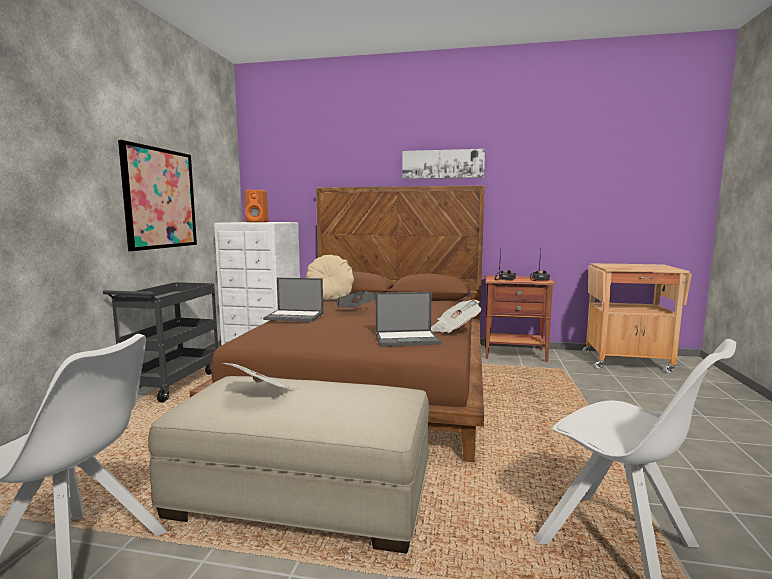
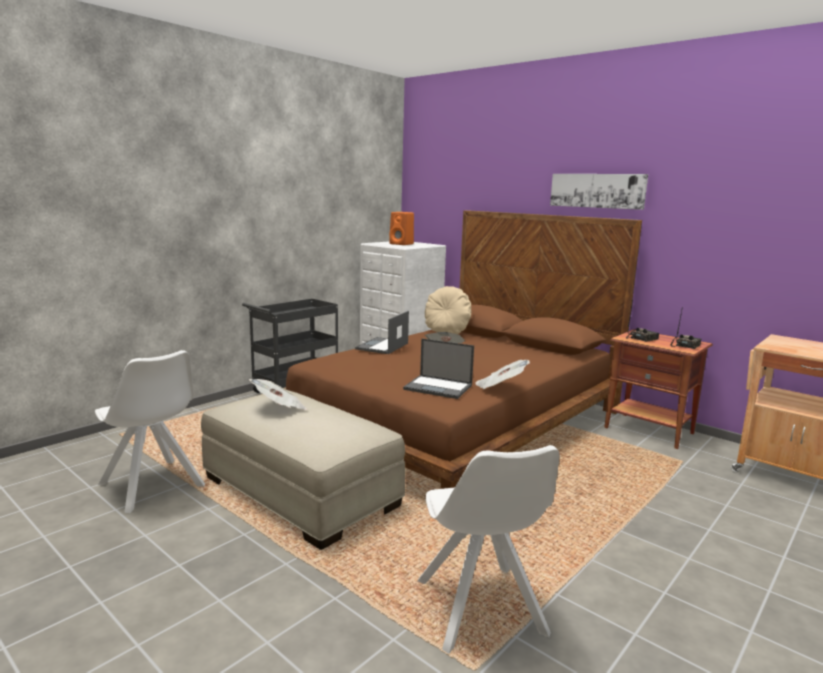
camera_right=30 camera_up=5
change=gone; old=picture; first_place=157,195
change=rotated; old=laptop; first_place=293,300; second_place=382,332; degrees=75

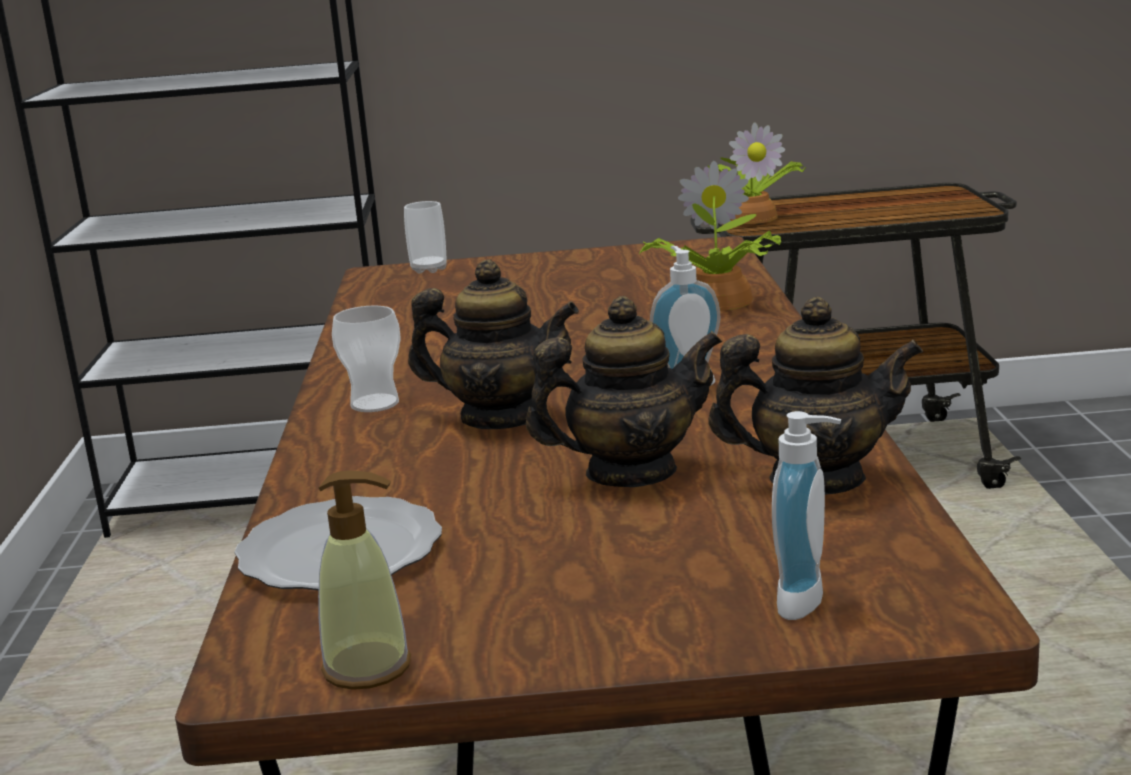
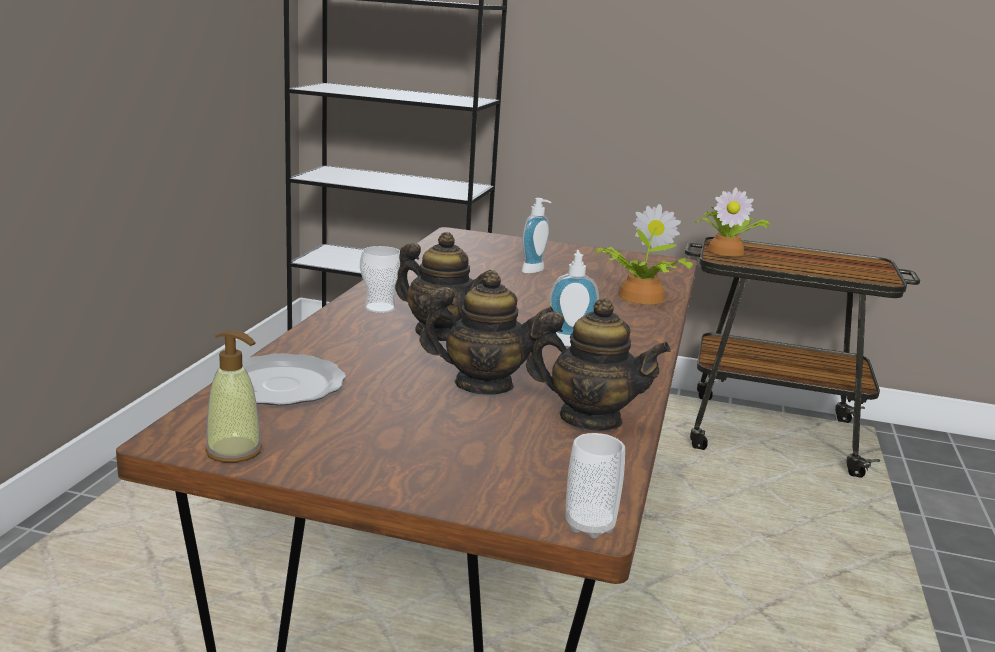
camera_right=15 camera_up=0
change=shifted; old=cup; first_place=425,237; second_place=595,485
change=shifted; old=soap dispenser; first_place=806,515; second_place=536,236

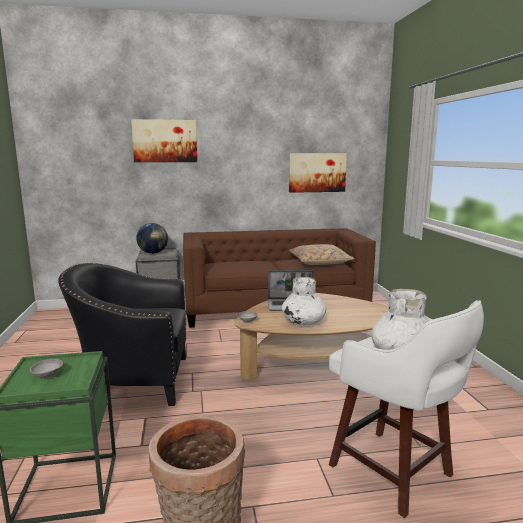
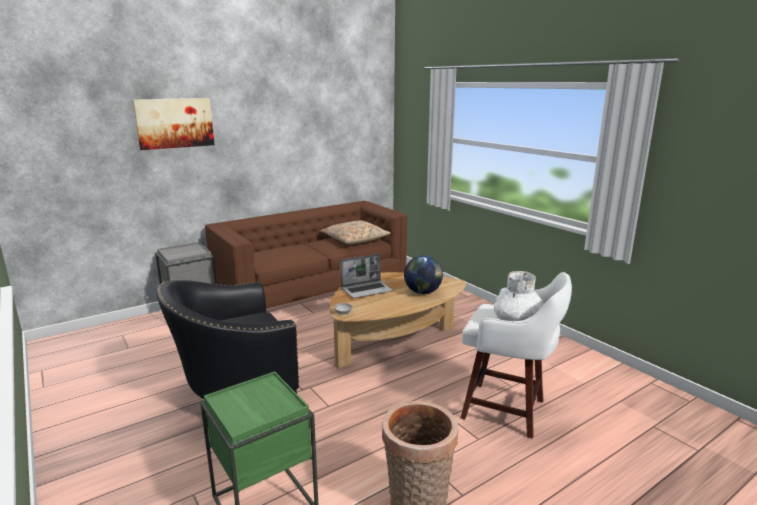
camera_right=-25 camera_up=5
change=gone; old=grey bowl; first_place=46,368
change=shifted; old=globe; first_place=152,238; second_place=423,274
change=gone; old=white vase; first_place=304,301
change=gone; old=picture; first_place=318,173

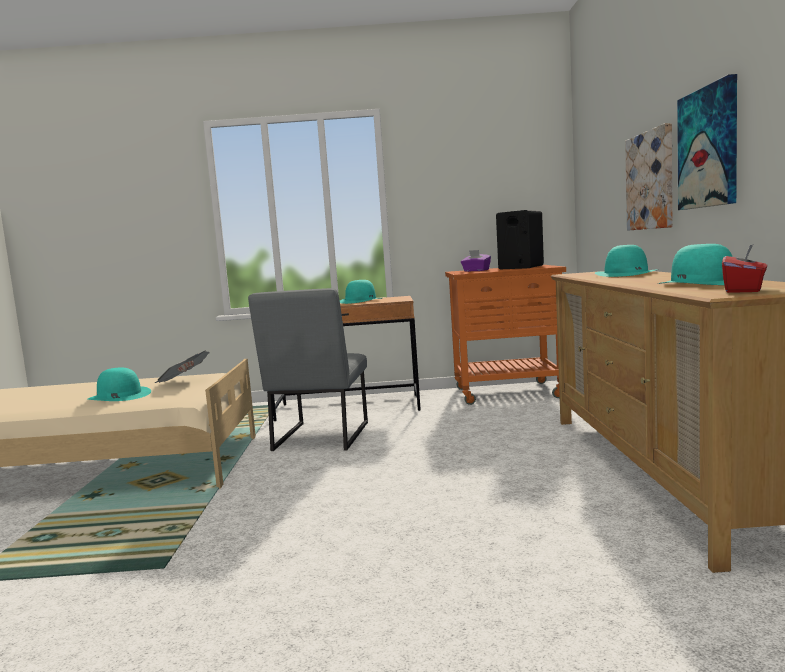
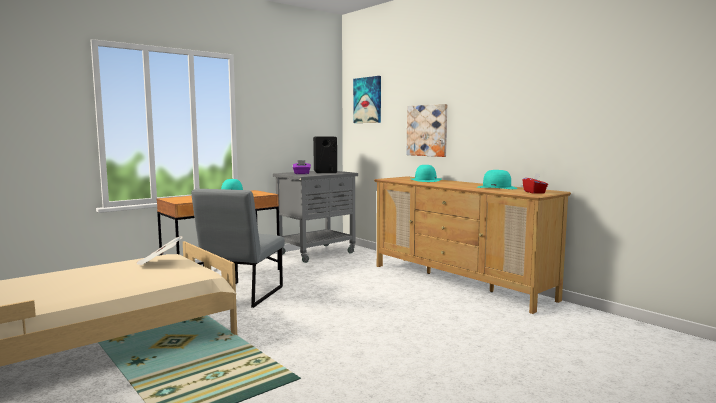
camera_right=-40 camera_up=0
change=gone; old=turquoise hat; first_place=119,384
change=rotated; old=grey chair; first_place=308,369; second_place=238,248; degrees=45
change=repainted; old=orange cart; new=grey cart; first_place=505,335; second_place=315,217
change=shifted; old=picture; first_place=707,142; second_place=367,99

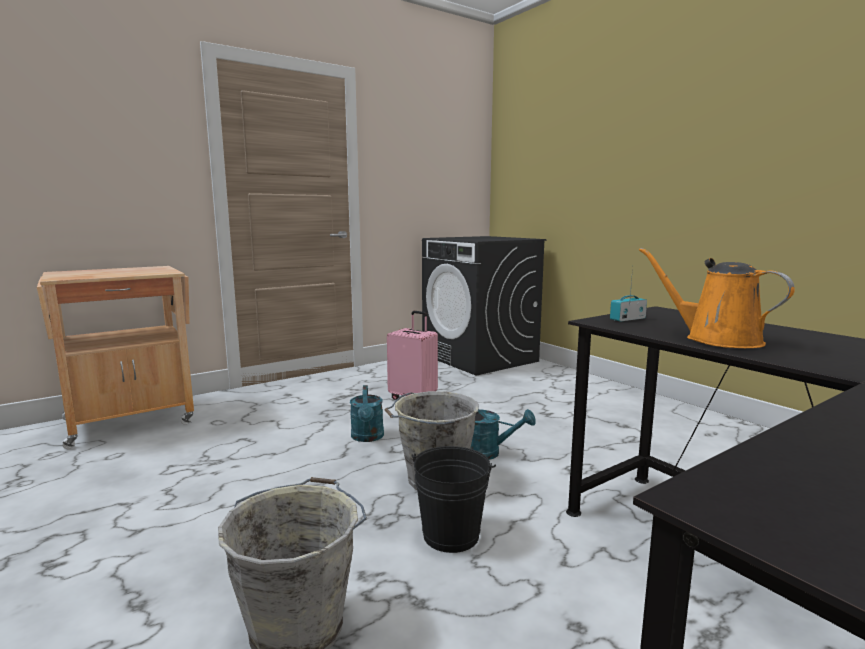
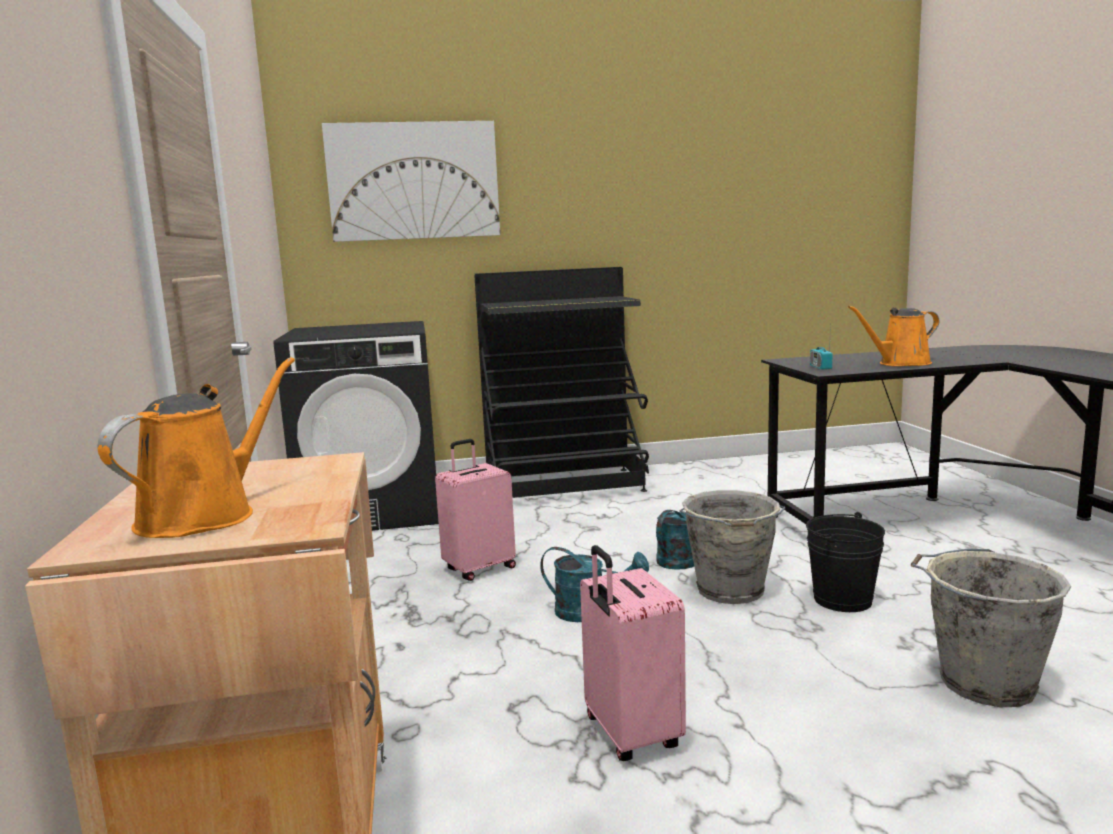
camera_right=-65 camera_up=0
change=new; new=orange watering can; second_place=196,447
change=new; new=picture; second_place=411,181
change=new; new=black shoe rack; second_place=561,382
change=new; new=pink suitcase; second_place=633,653

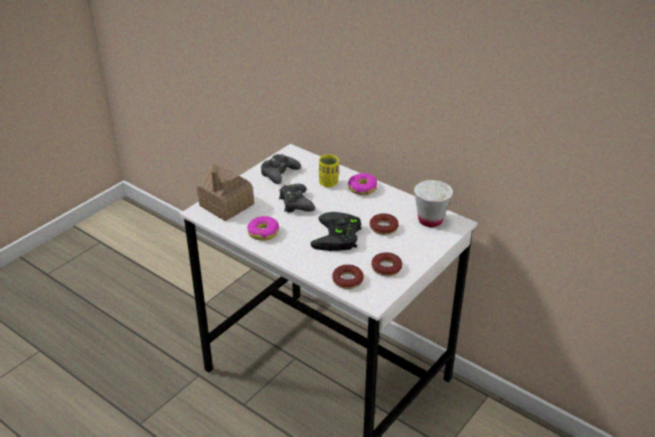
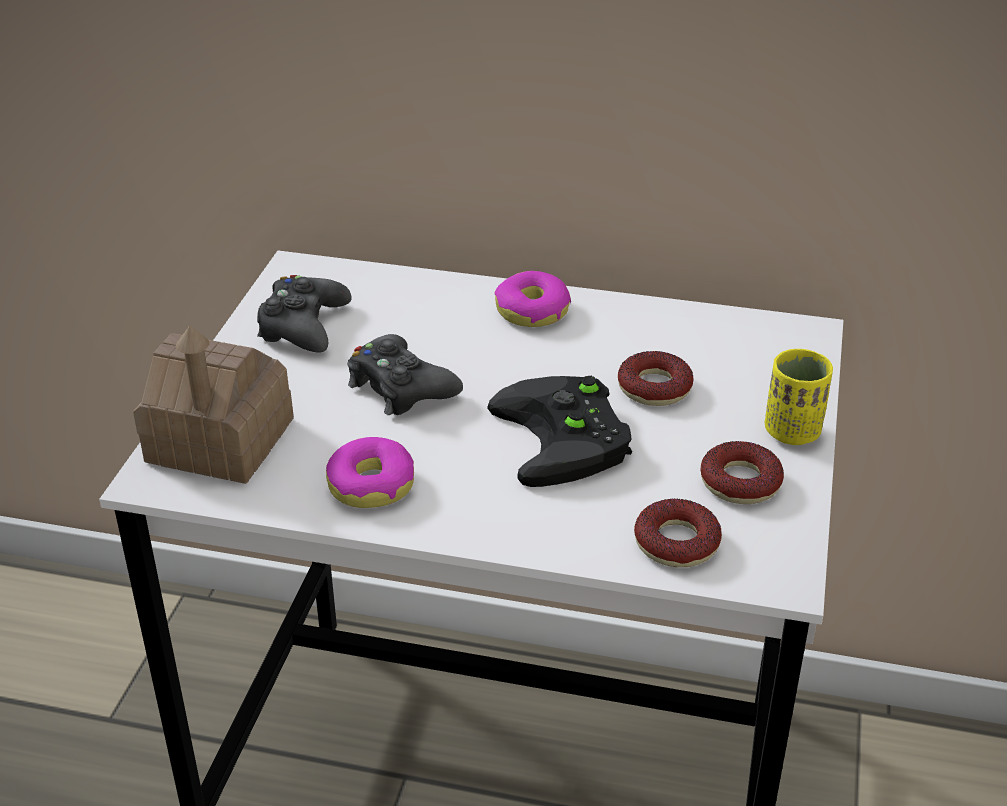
camera_right=-25 camera_up=0
change=shifted; old=yellow cup; first_place=329,171; second_place=799,397
change=gone; old=white cup; first_place=433,203

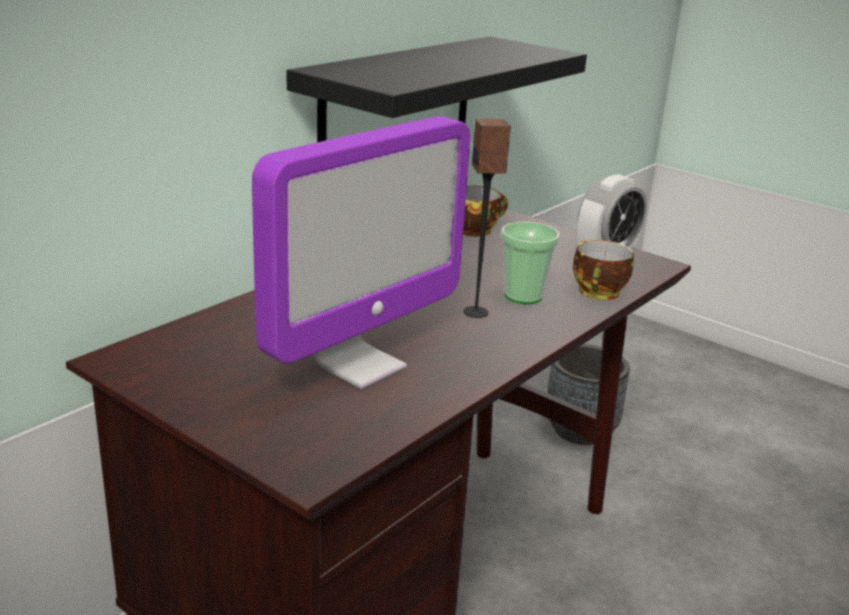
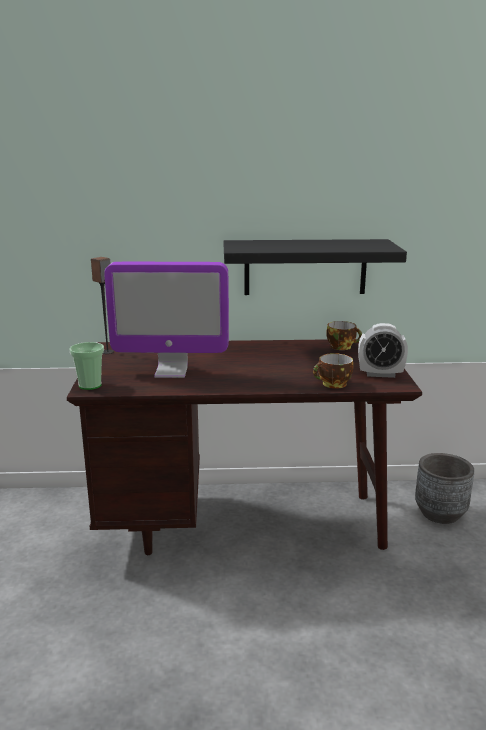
camera_right=50 camera_up=-5
change=shifted; old=speaker; first_place=487,218; second_place=102,305
change=shifted; old=cup; first_place=530,263; second_place=86,366

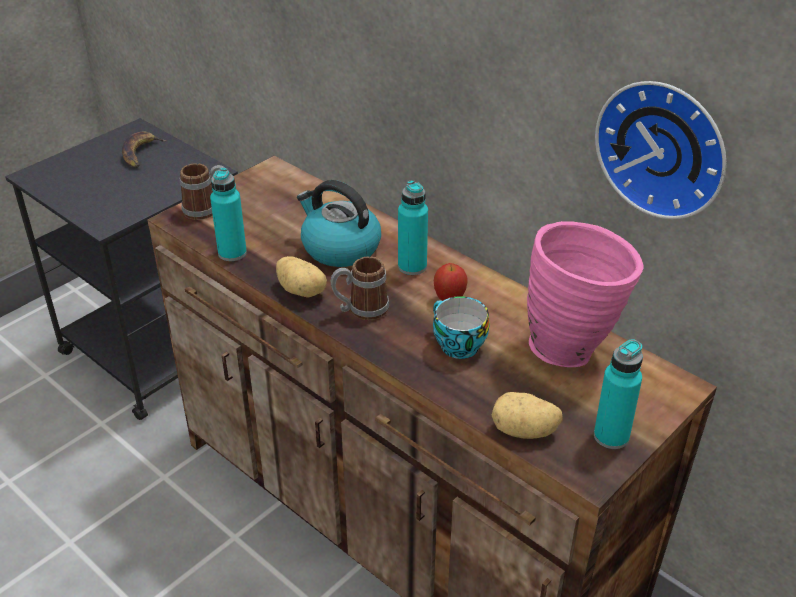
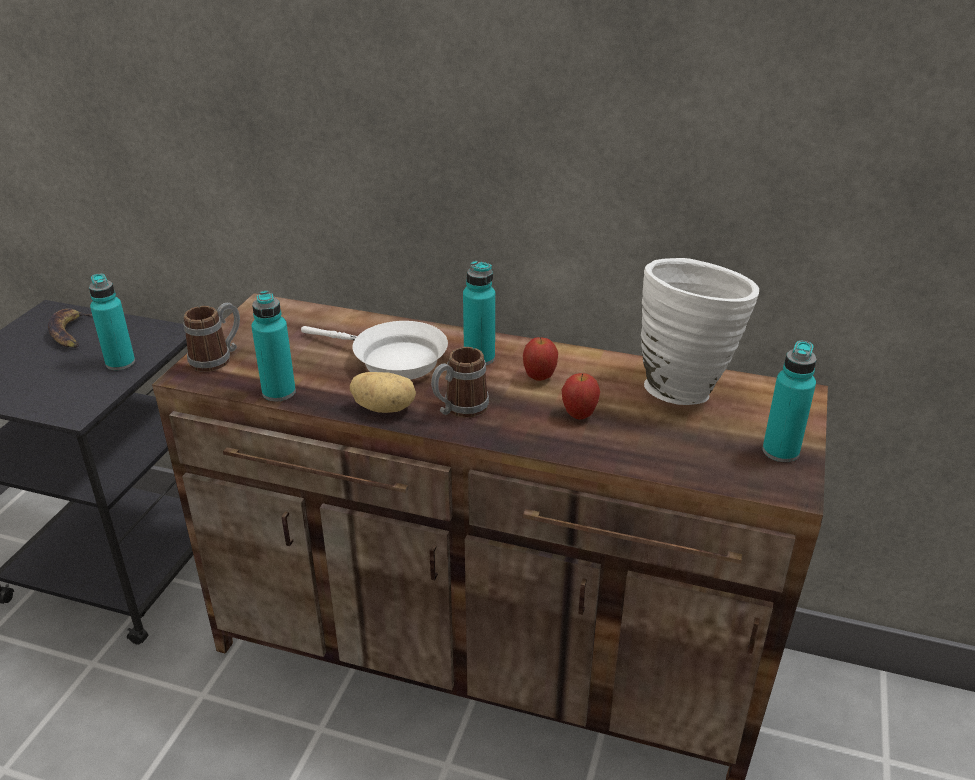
camera_right=-25 camera_up=-5
change=swapped; old=kettle; new=white frying pan; first_place=339,223; second_place=374,350
change=swapped; old=cup; new=apple; first_place=461,327; second_place=580,396
change=gone; old=potato; first_place=526,415
change=repainted; old=pink vase; new=white vase; first_place=585,294; second_place=700,331
change=gone; old=wall clock; first_place=660,150
change=new; new=turquoise bottle; second_place=112,321

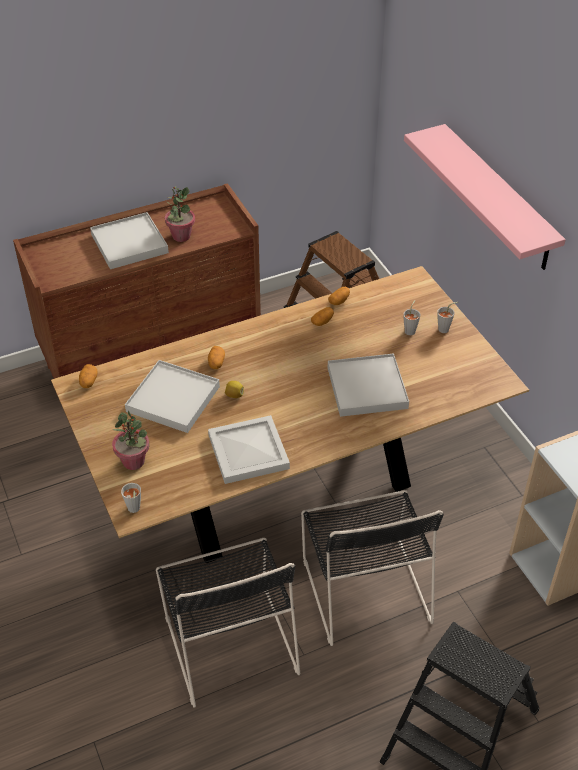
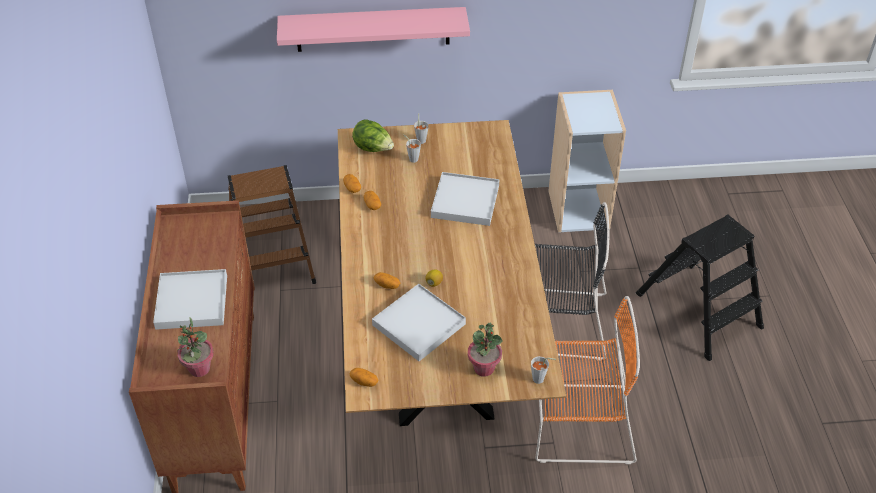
camera_right=-70 camera_up=0
change=repainted; old=black chair; new=orange chair; first_place=228,623; second_place=587,380
change=shifted; old=potted plant; first_place=180,214; second_place=195,347
change=gone; old=white tray; first_place=249,449
change=new; new=lettuce; second_place=373,135

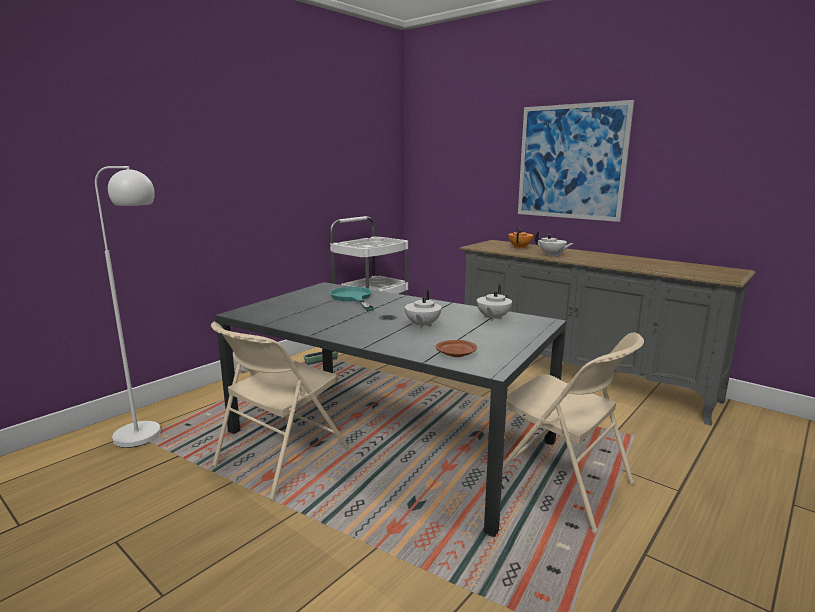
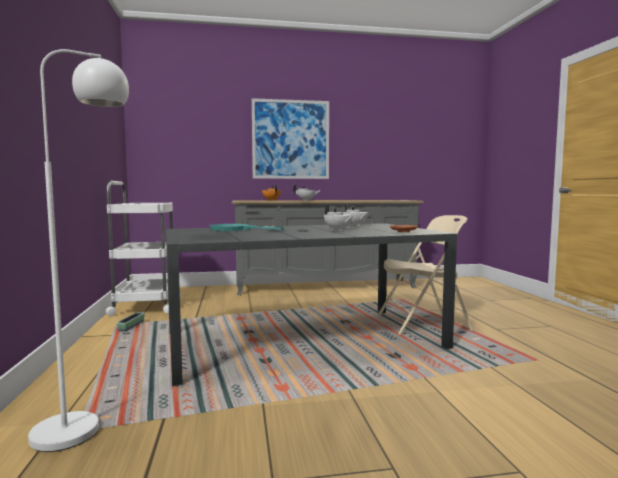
camera_right=-50 camera_up=-10
change=gone; old=beige chair; first_place=281,411

